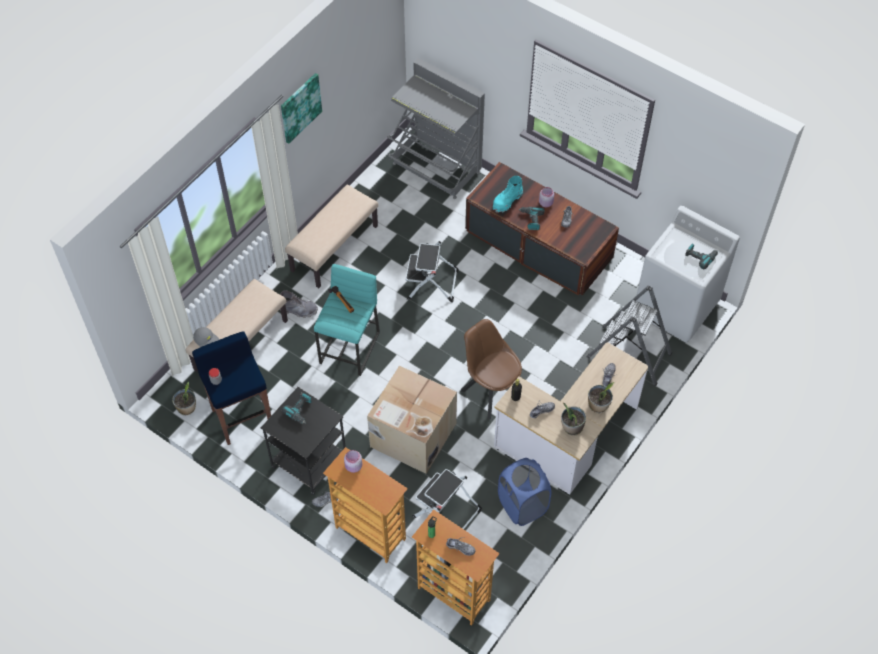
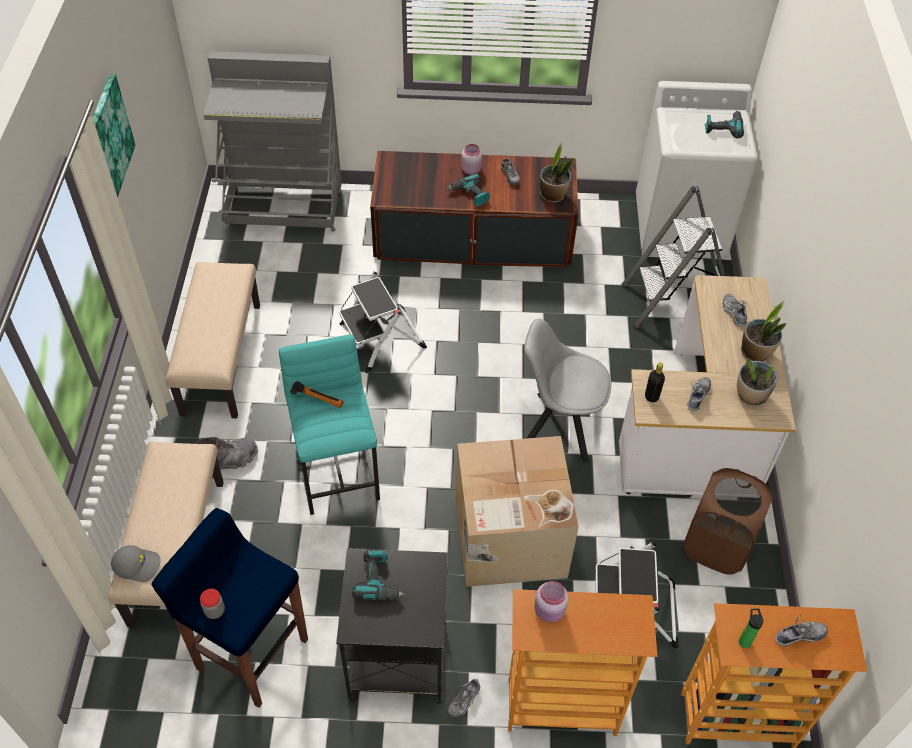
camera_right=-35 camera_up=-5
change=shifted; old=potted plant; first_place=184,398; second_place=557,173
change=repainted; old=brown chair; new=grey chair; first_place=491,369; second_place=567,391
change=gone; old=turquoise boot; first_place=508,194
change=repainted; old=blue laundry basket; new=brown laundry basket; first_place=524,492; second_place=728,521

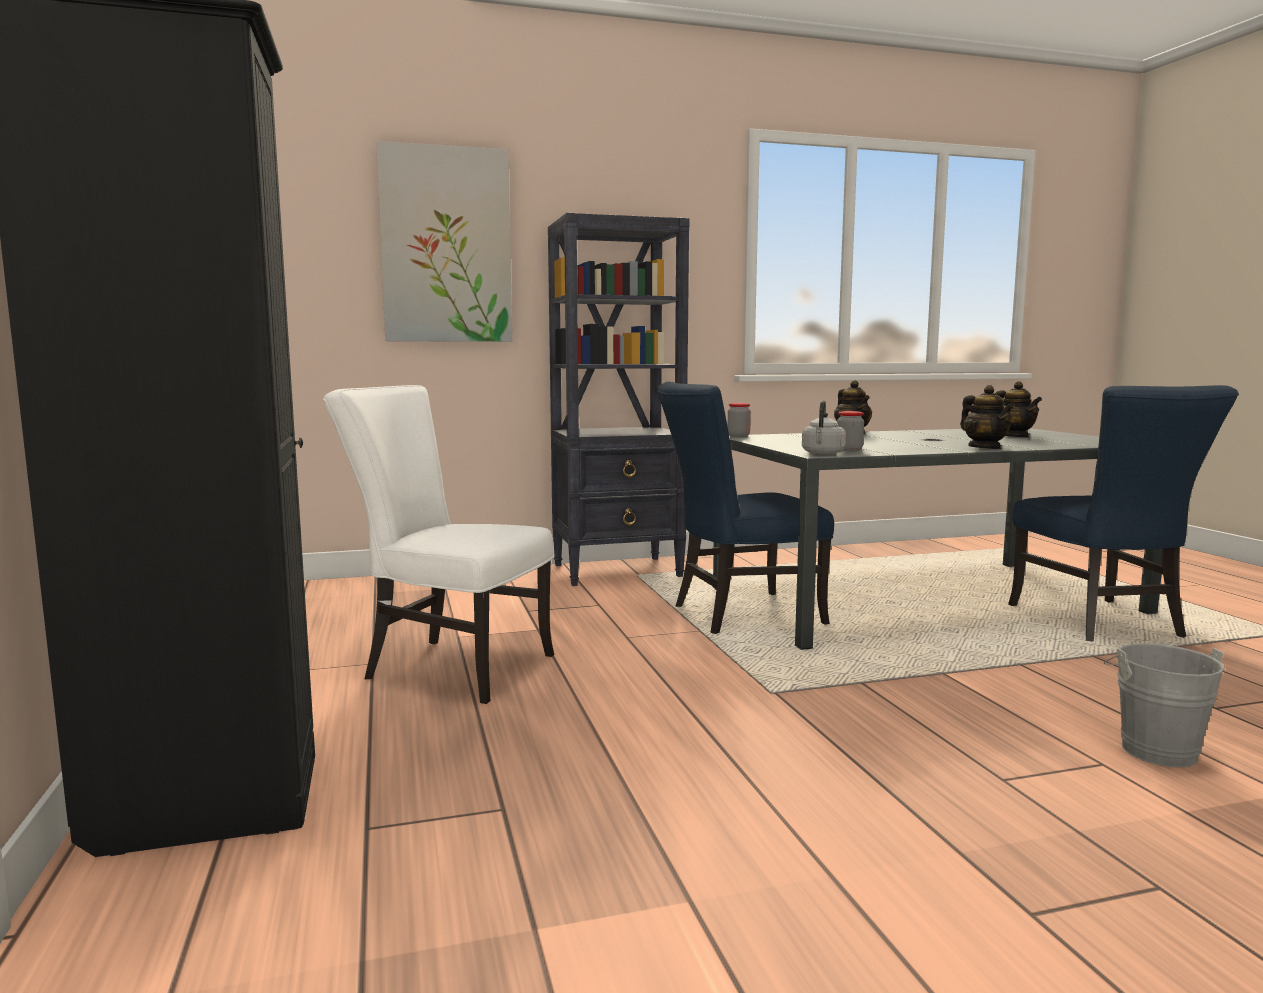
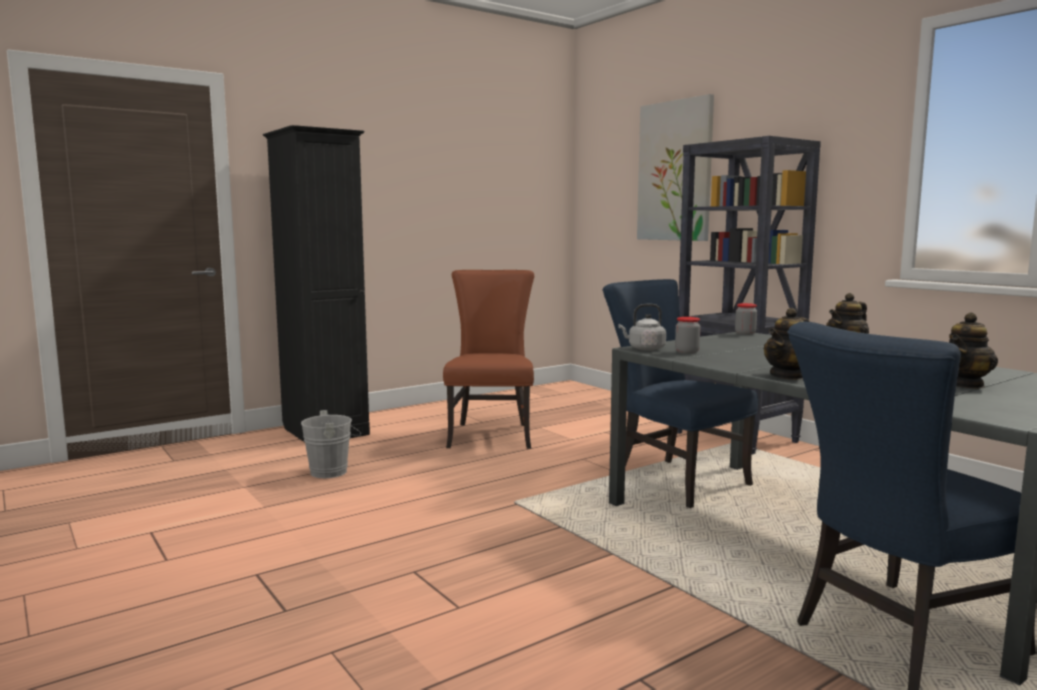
camera_right=70 camera_up=0
change=repainted; old=white chair; new=brown chair; first_place=438,544; second_place=488,359
change=shifted; old=grey bucket; first_place=1164,705; second_place=331,444

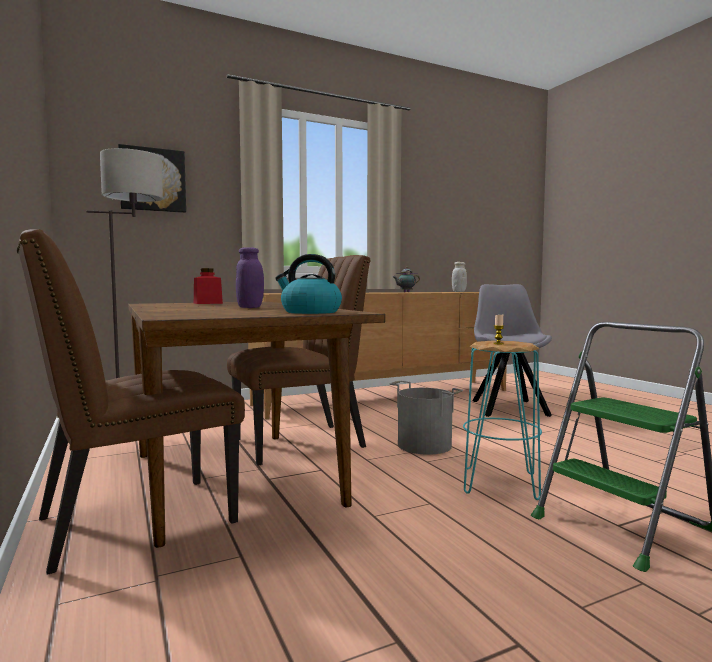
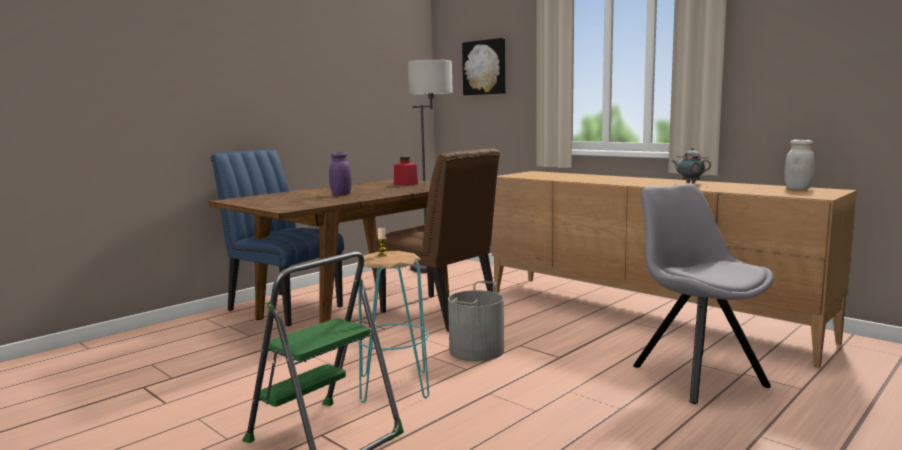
camera_right=70 camera_up=5
change=repainted; old=brown chair; new=blue chair; first_place=131,401; second_place=277,238
change=gone; old=kettle; first_place=308,284
change=rotated; old=grey chair; first_place=512,350; second_place=703,293; degrees=-90

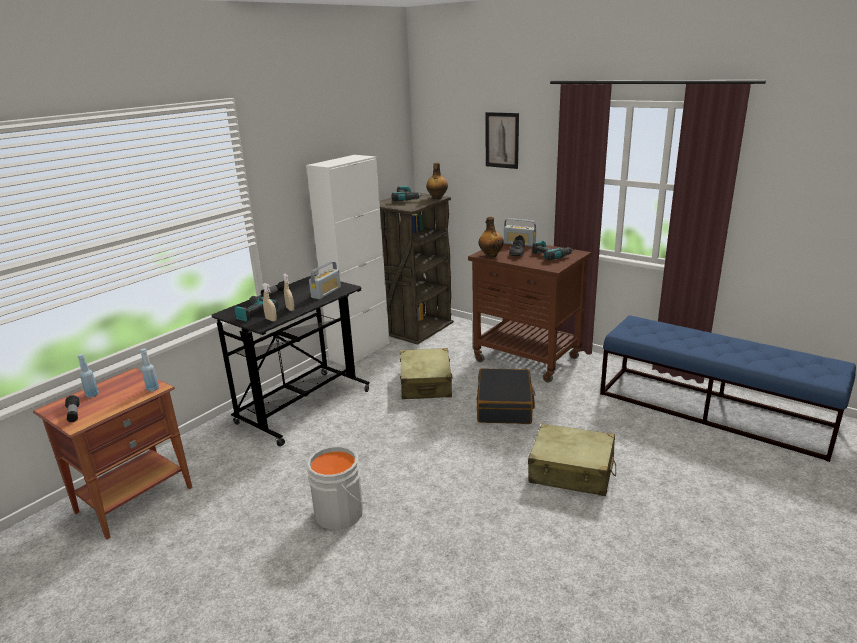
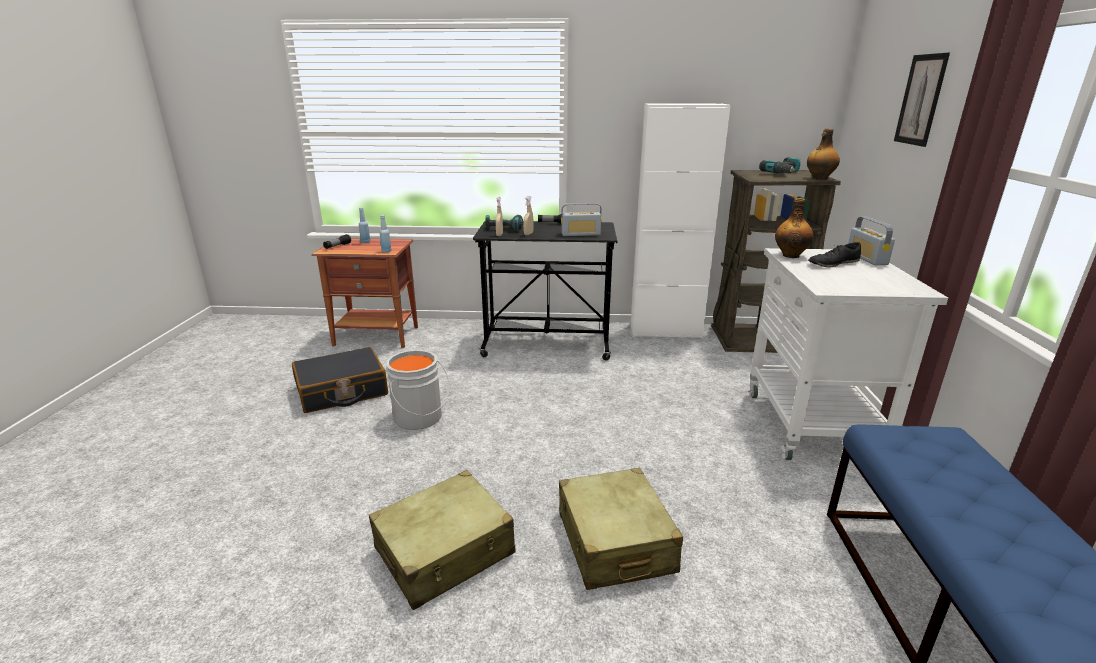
camera_right=55 camera_up=0
change=shifted; old=beige suitcase; first_place=426,373; second_place=442,540
change=repainted; old=brown cart; new=white cart; first_place=530,311; second_place=847,354
change=shifted; old=black suitcase; first_place=506,396; second_place=340,380
change=gone; old=power drill; first_place=553,250

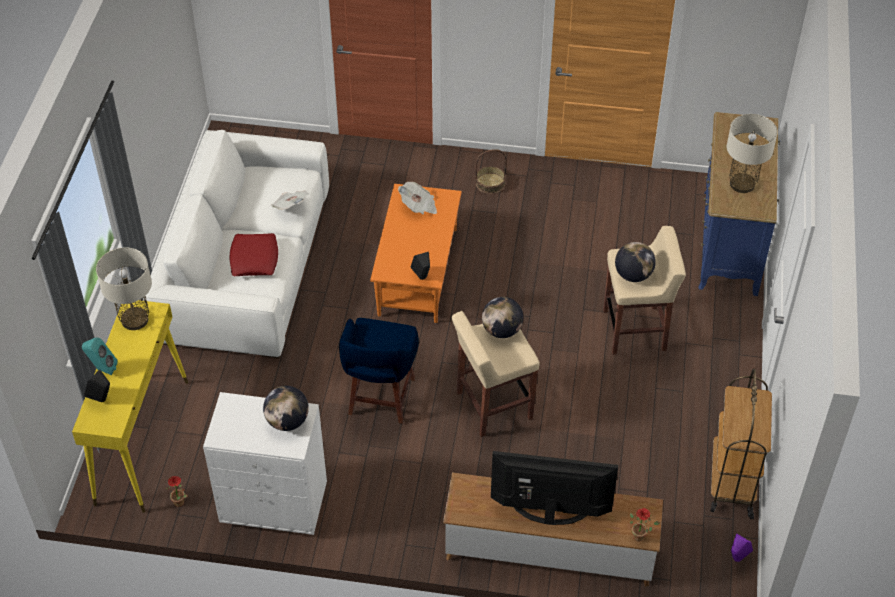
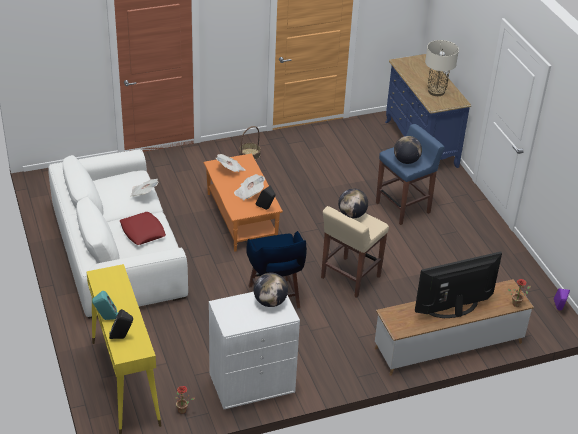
camera_right=-30 camera_up=-10
change=gone; old=table lamp; first_place=124,288
change=repainted; old=beige stool; new=blue stool; first_place=644,290; second_place=410,174
change=gone; old=brown cart; first_place=741,443
change=new; new=newspaper; second_place=249,187

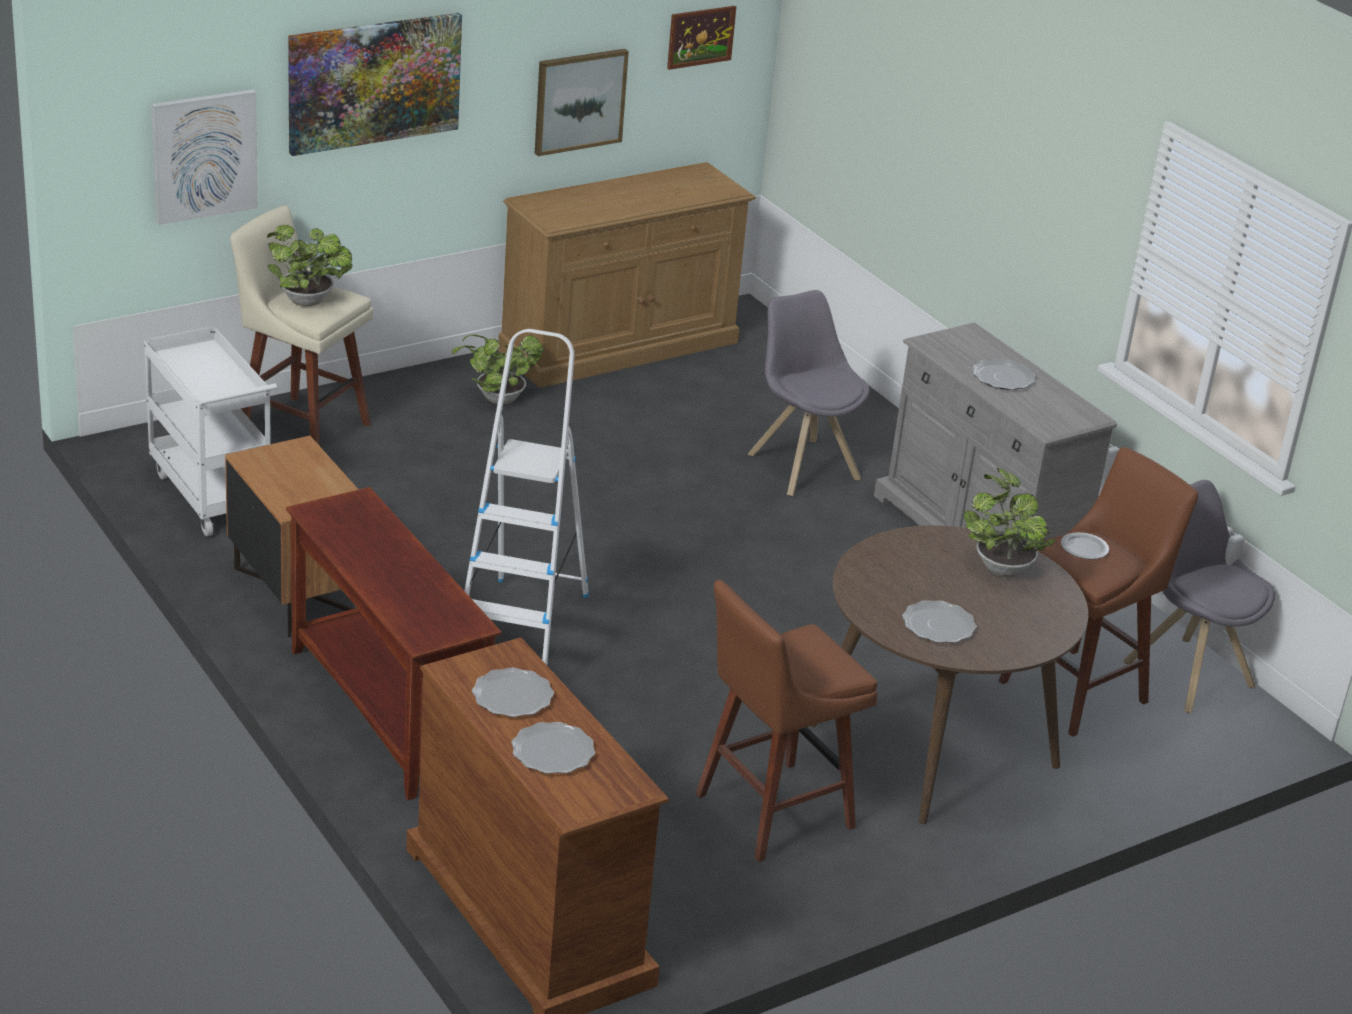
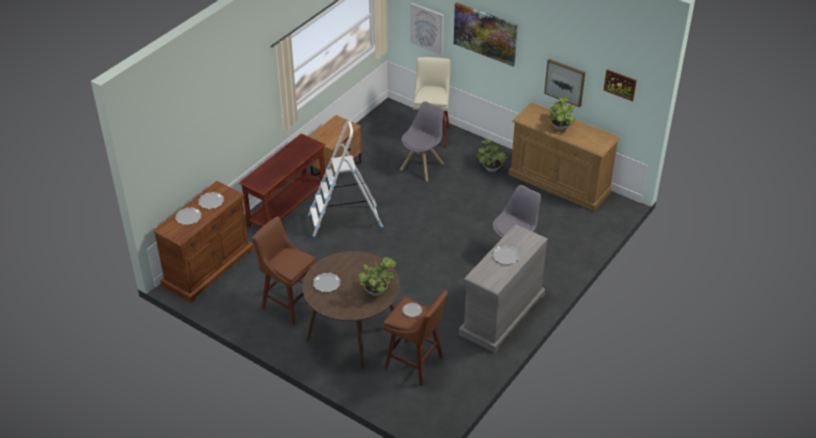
camera_right=70 camera_up=10
change=gone; old=white cart; first_place=210,431
change=shifted; old=potted plant; first_place=310,265; second_place=562,113
change=shifted; old=grey chair; first_place=1199,596; second_place=422,141

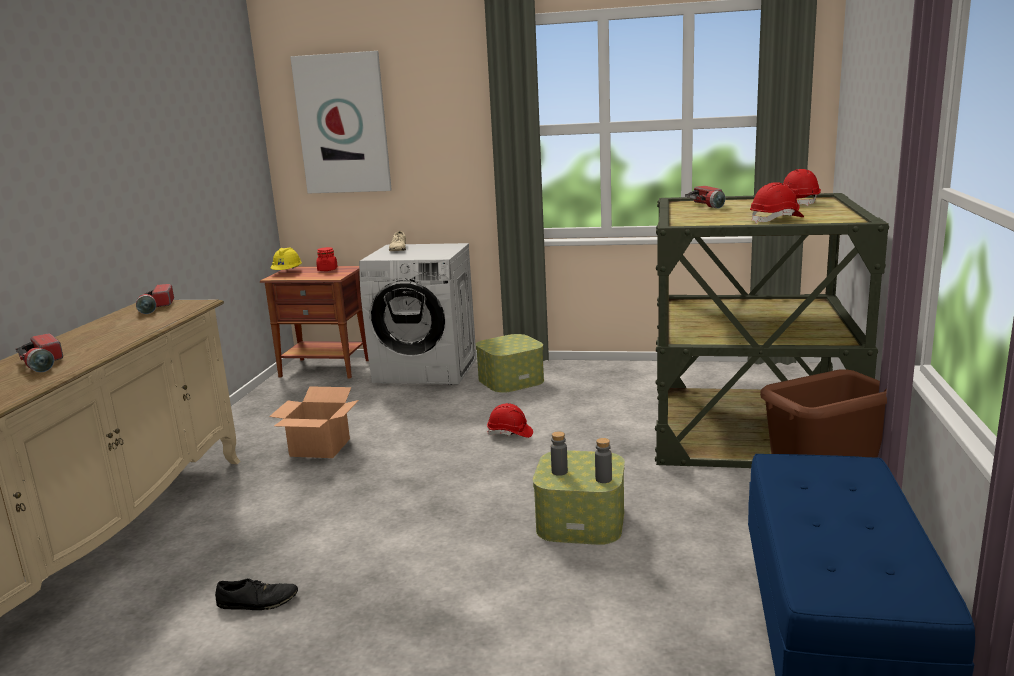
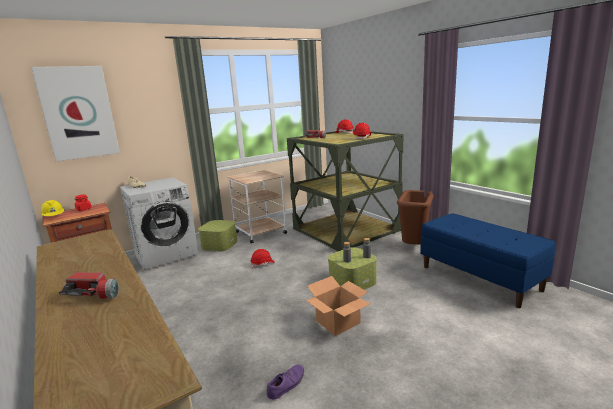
camera_right=-45 camera_up=0
change=gone; old=flashlight; first_place=155,299
change=repainted; old=black shoe; new=purple shoe; first_place=256,594; second_place=285,381
change=shifted; old=cardboard box; first_place=314,422; second_place=338,306
change=new; new=beige cart; second_place=257,207

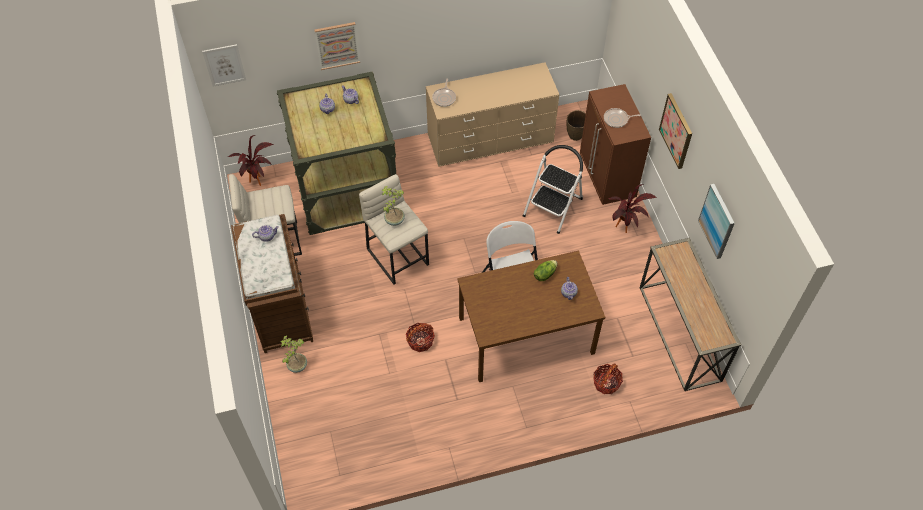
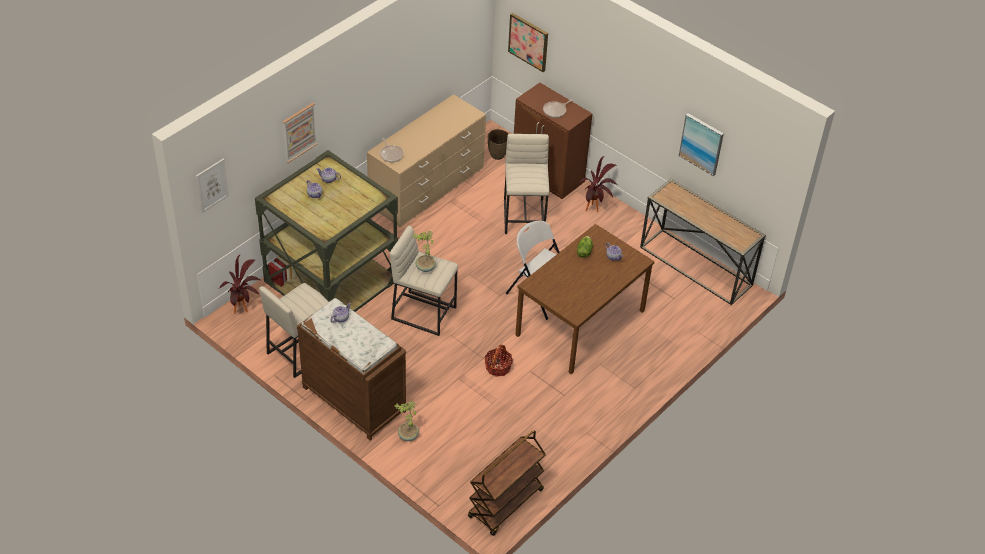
camera_right=-35 camera_up=-10
change=swapped; old=step ladder; new=beige stool; first_place=553,189; second_place=526,184
change=gone; old=basket; first_place=608,378
change=shifted; old=picture; first_place=675,131; second_place=528,42
change=new; new=brown cart; second_place=507,483

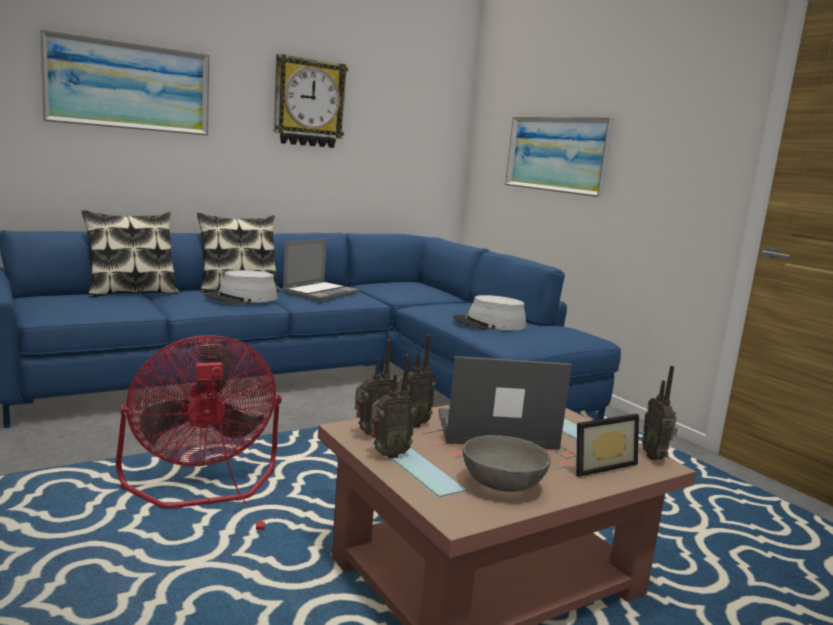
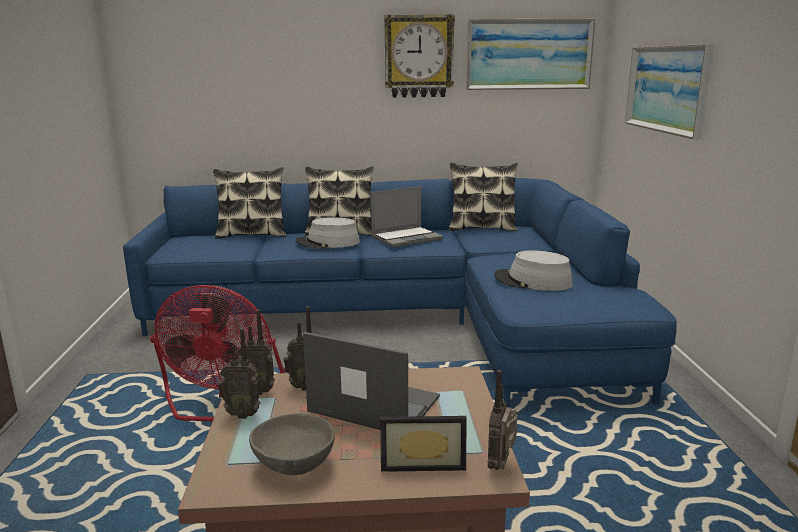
camera_right=30 camera_up=5
change=shifted; old=picture; first_place=124,82; second_place=530,54
change=new; new=pillow; second_place=483,197

